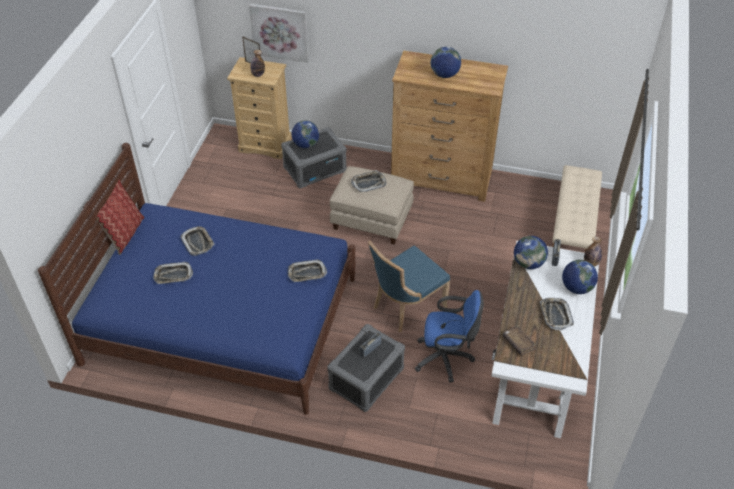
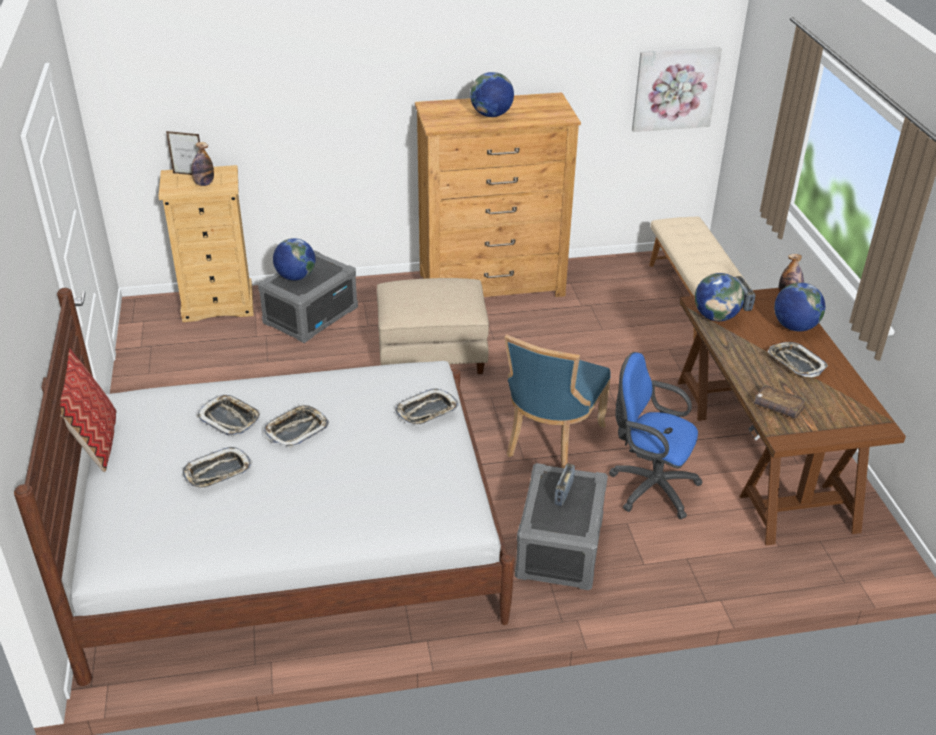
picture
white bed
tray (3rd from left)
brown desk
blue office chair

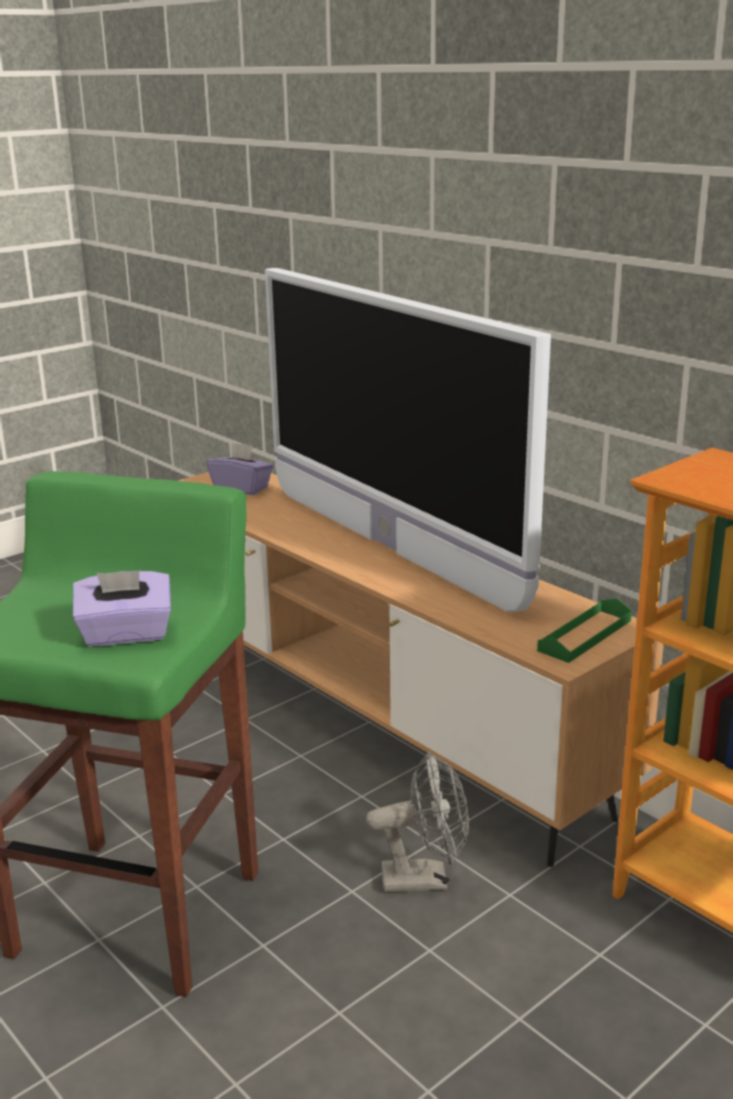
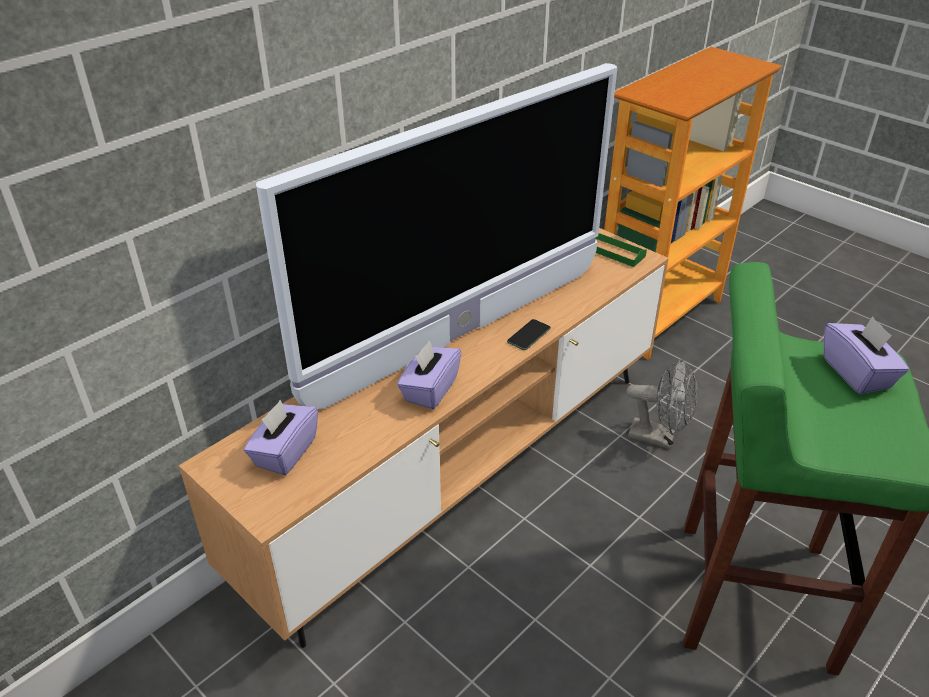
grey fan
phone
purple tissue box (2nd from left)

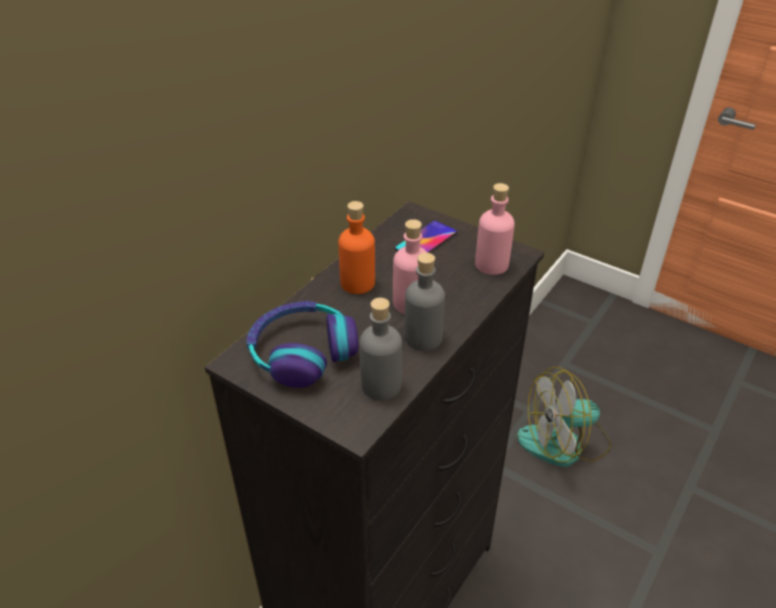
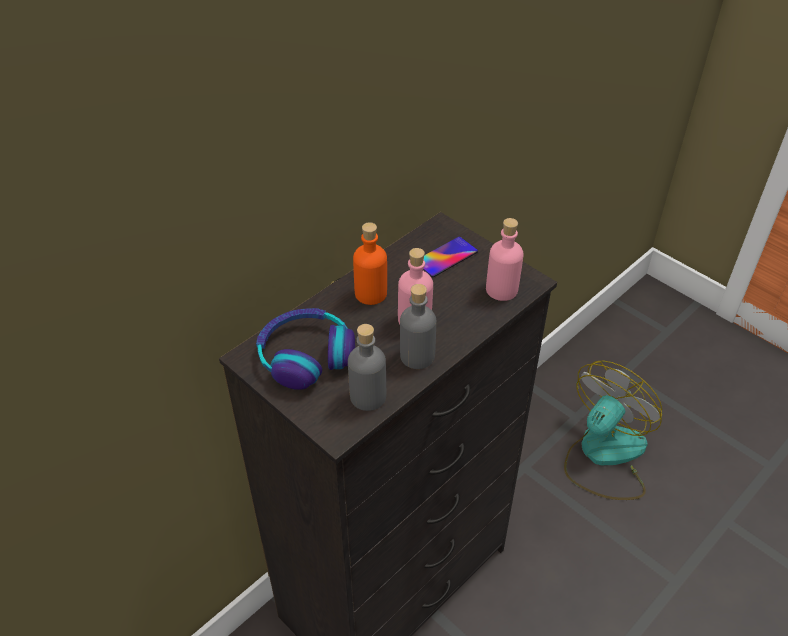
fan

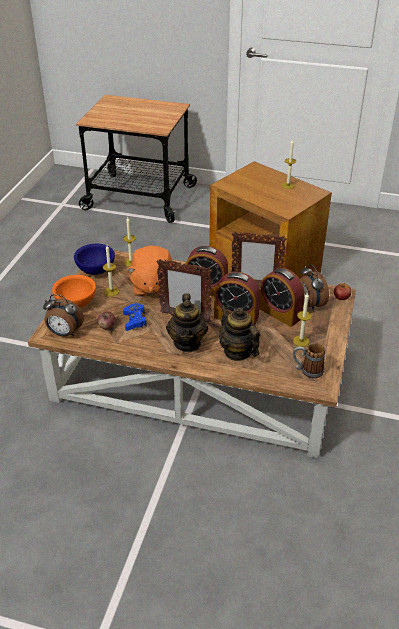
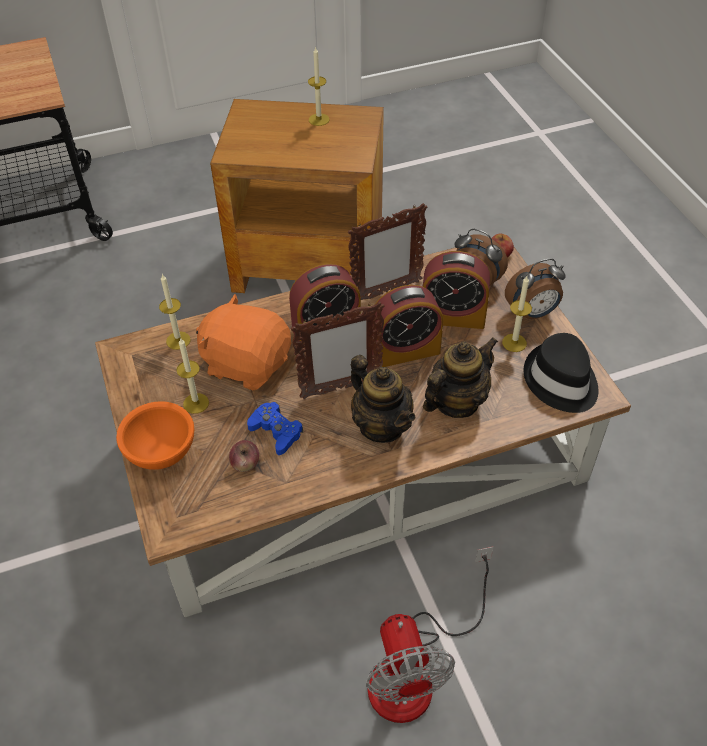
blue bowl
orange plush toy
alarm clock (5th from left)
teapot (2nd from left)
black hat
fan

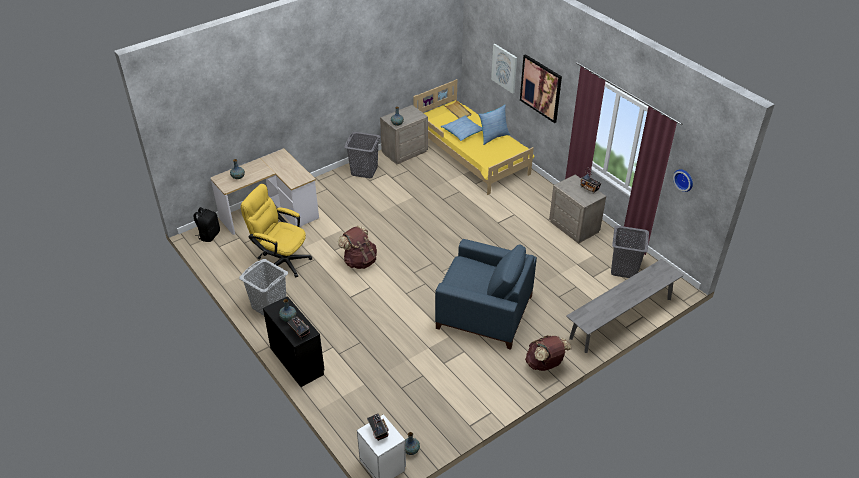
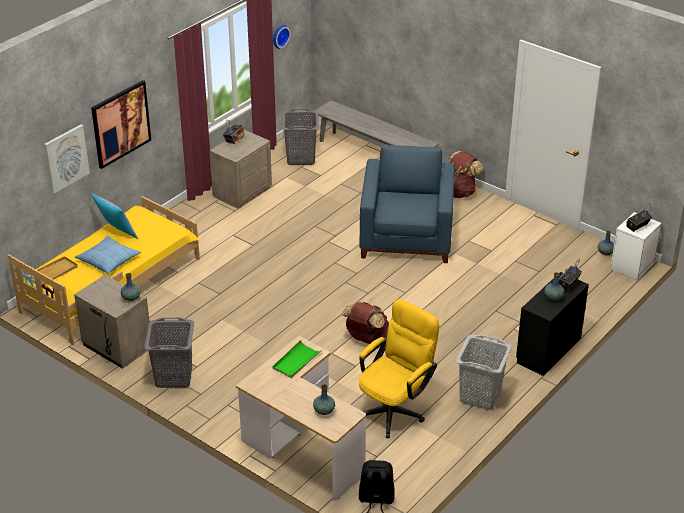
yellow office chair
green tray

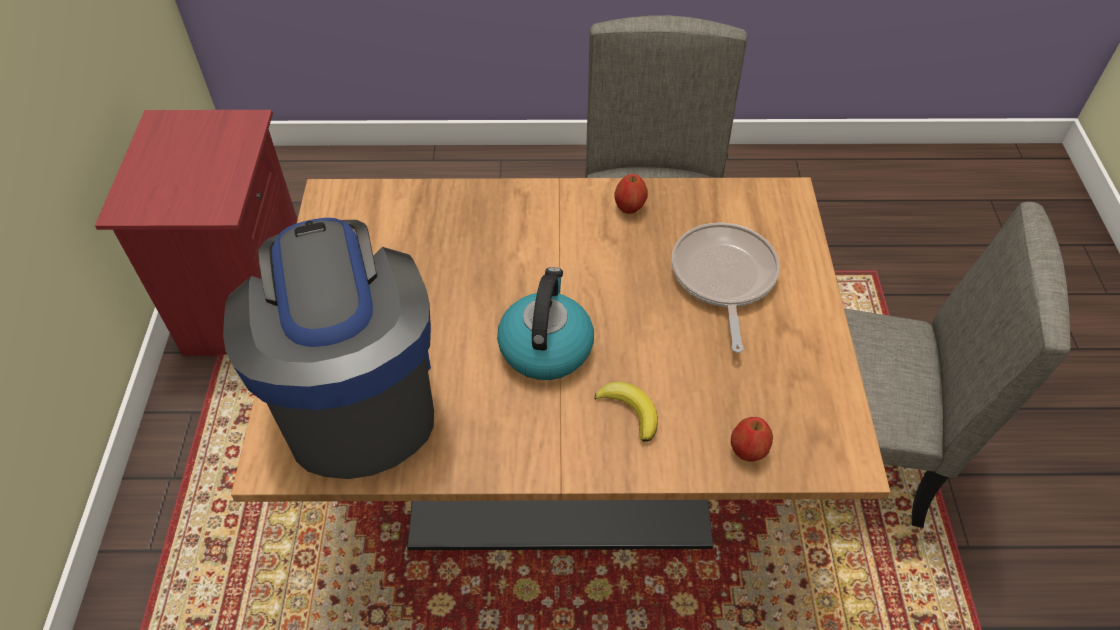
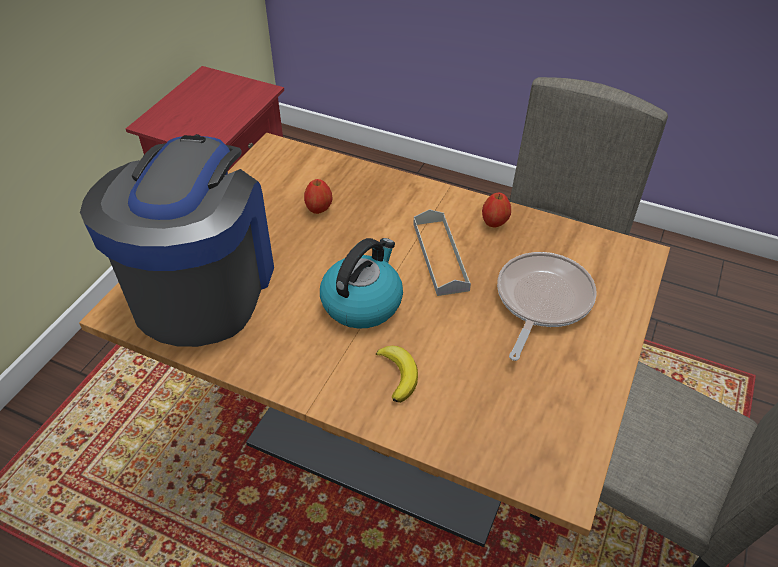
apple (1st from left)
grey tray

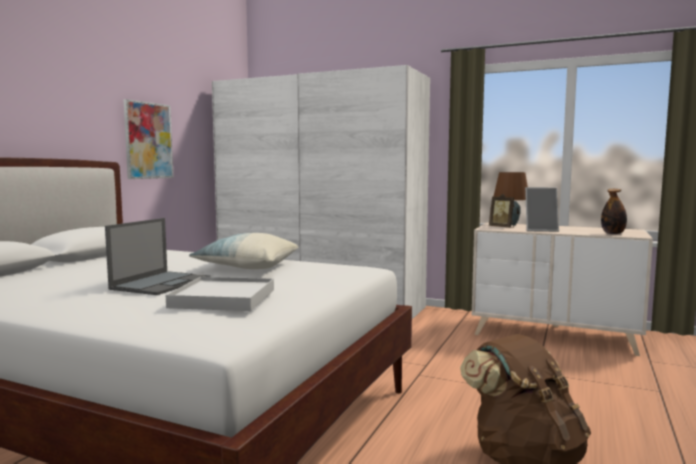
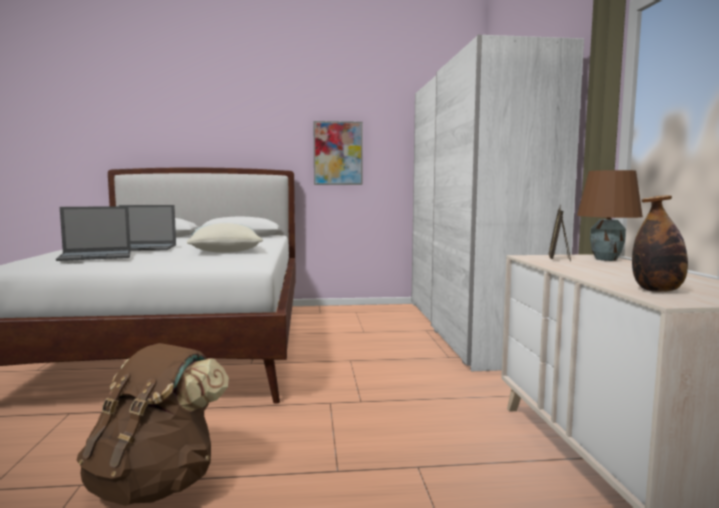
picture frame (2nd from left in the first image)
laptop (1st from left)

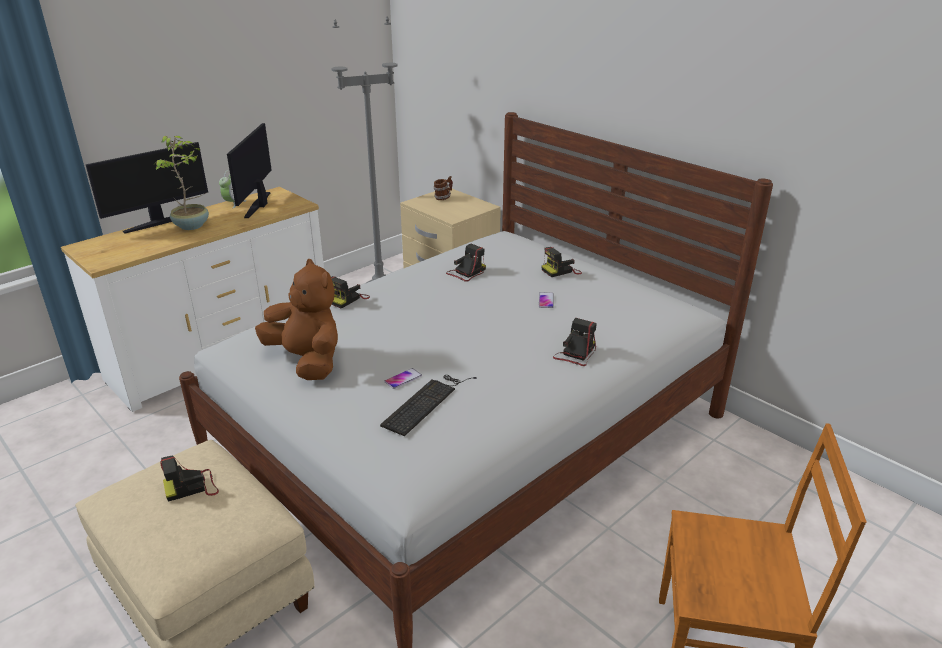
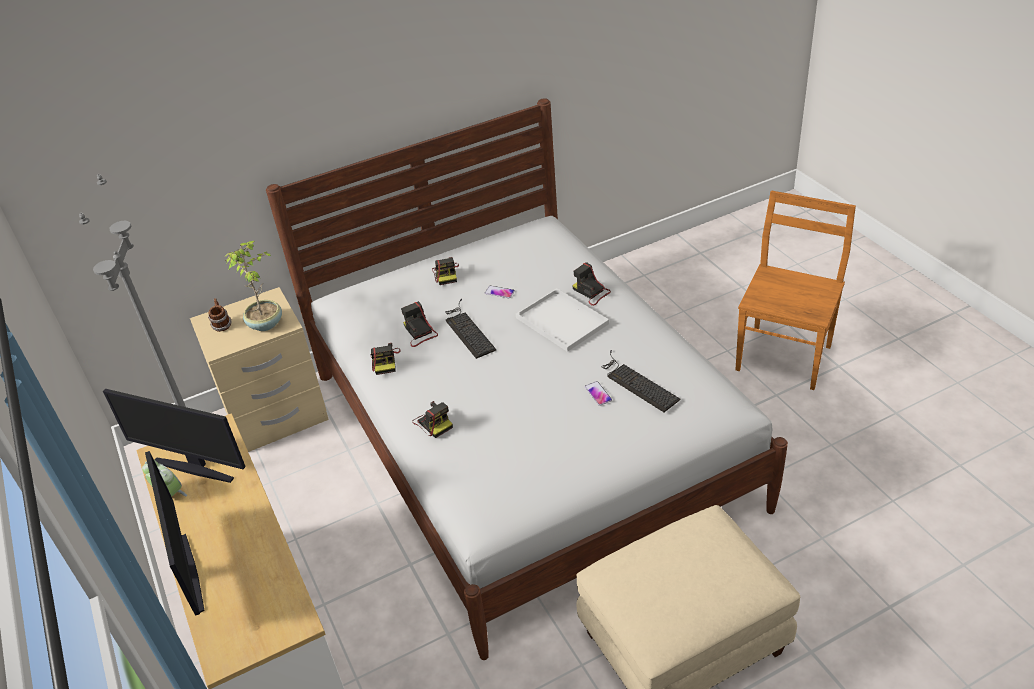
potted plant
brown plush toy
photo camera (1st from left)
white tray
keyboard (1st from left)

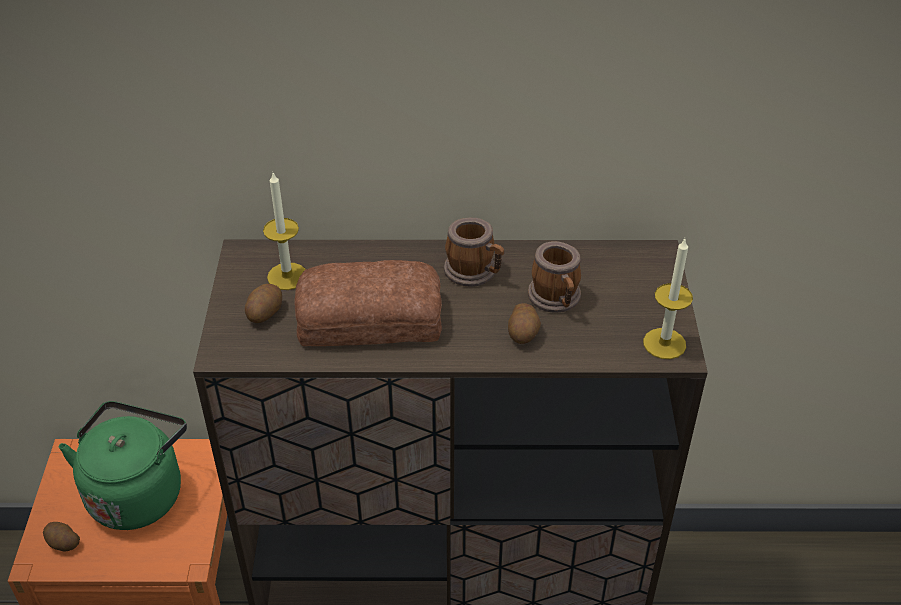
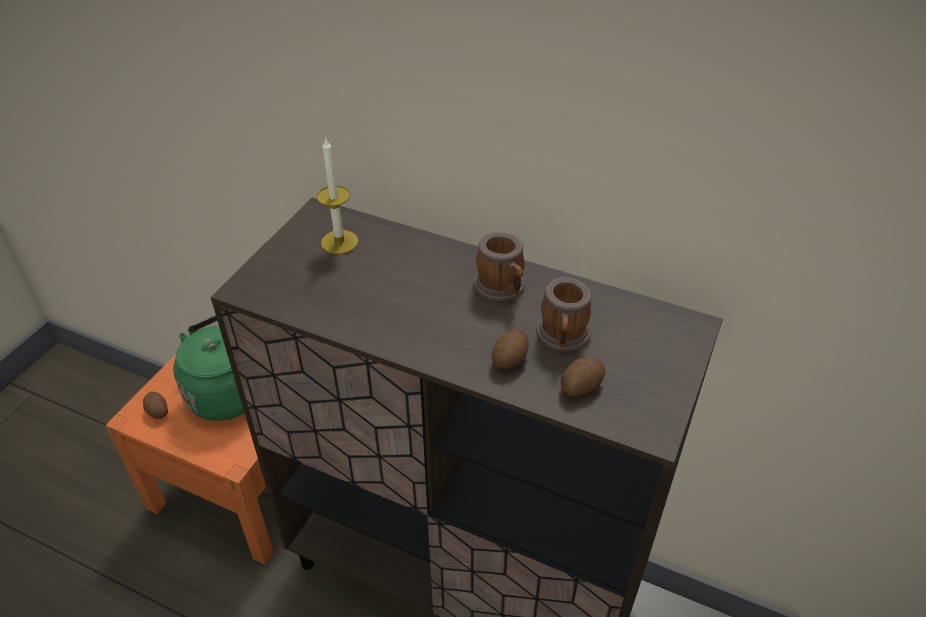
candle (2nd from left in the first image)
bread
potato (3rd from left)

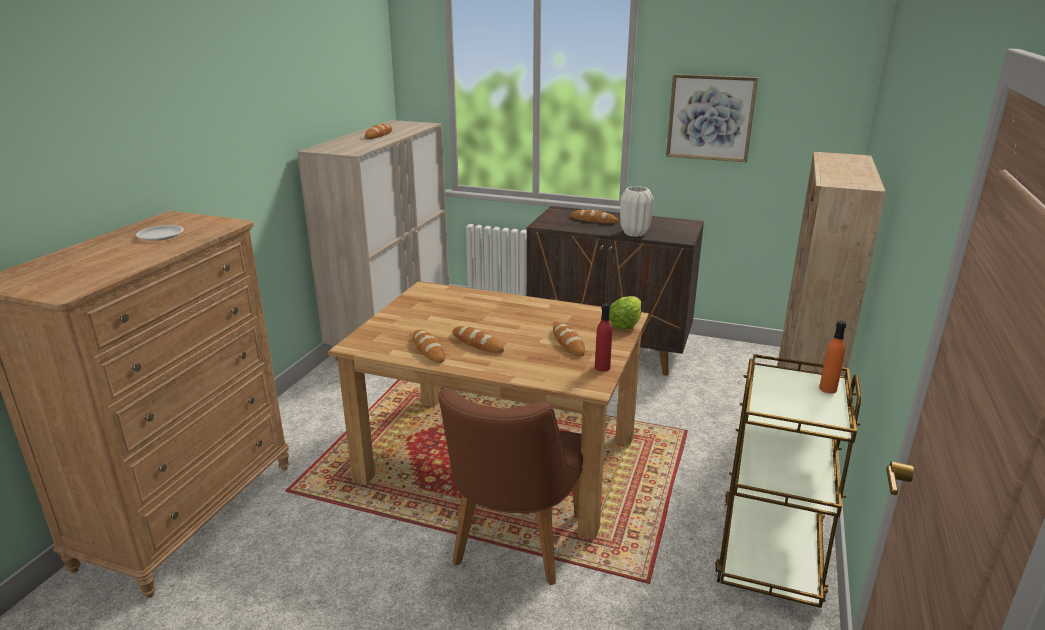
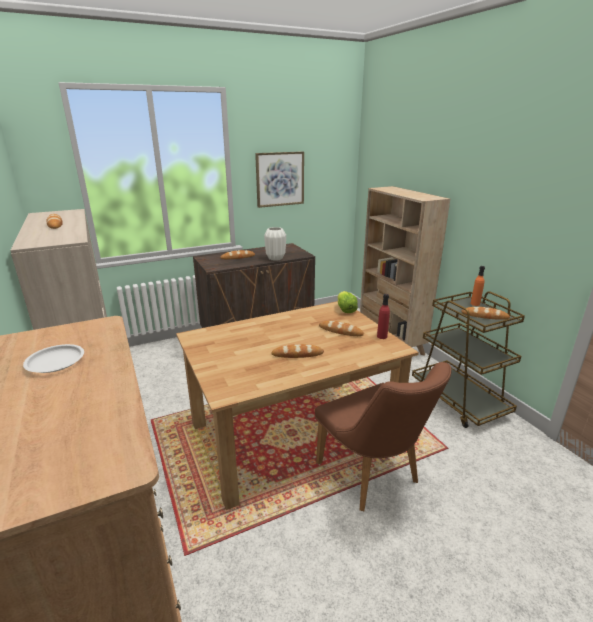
bread (5th from left)

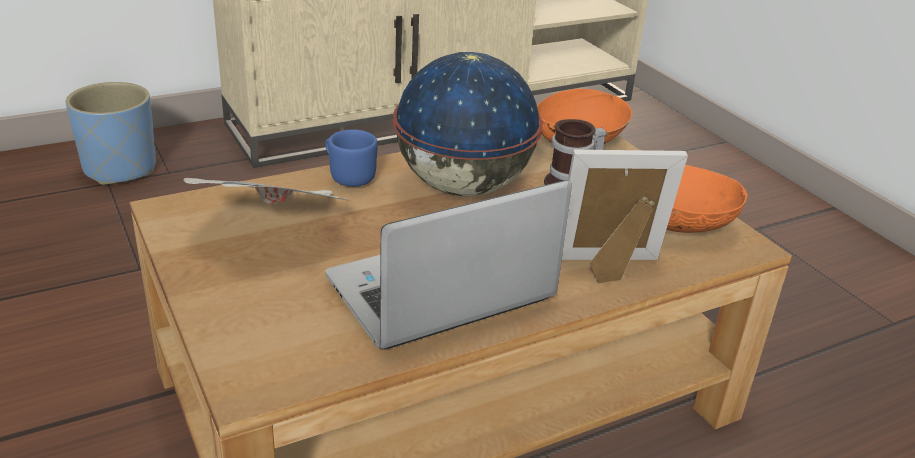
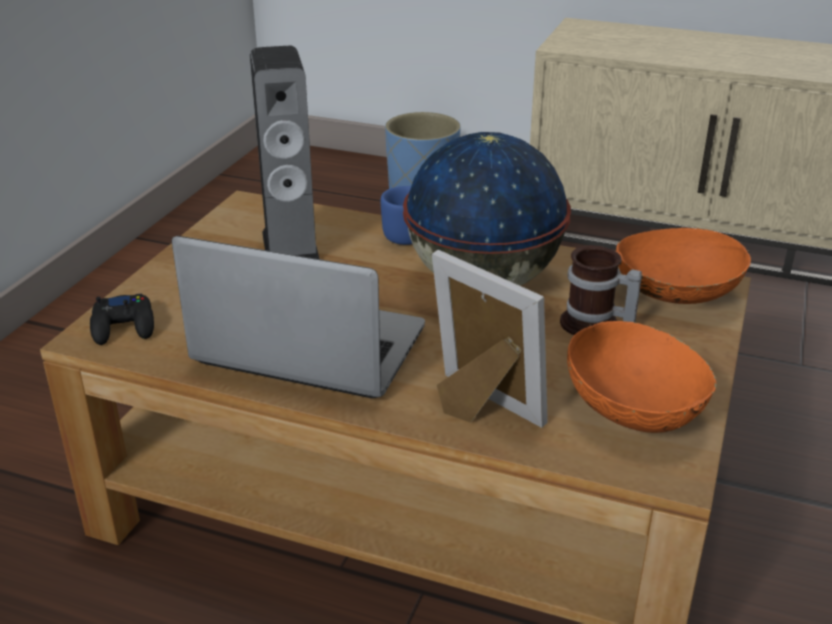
speaker
black game controller

